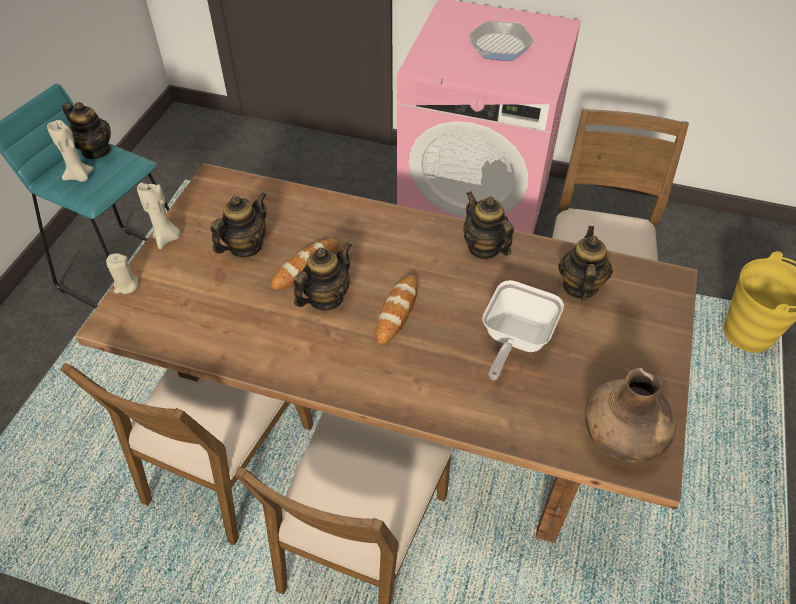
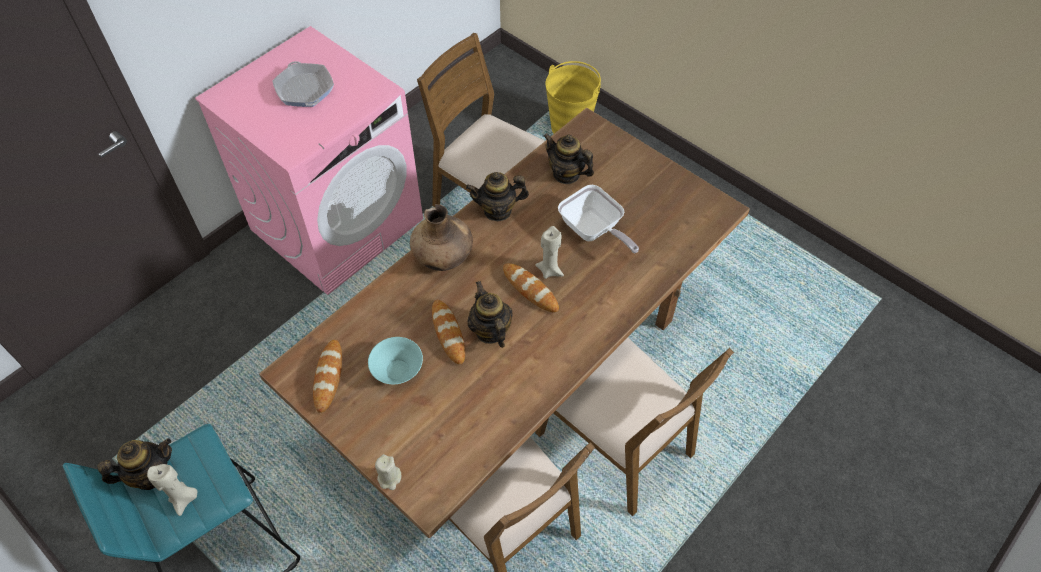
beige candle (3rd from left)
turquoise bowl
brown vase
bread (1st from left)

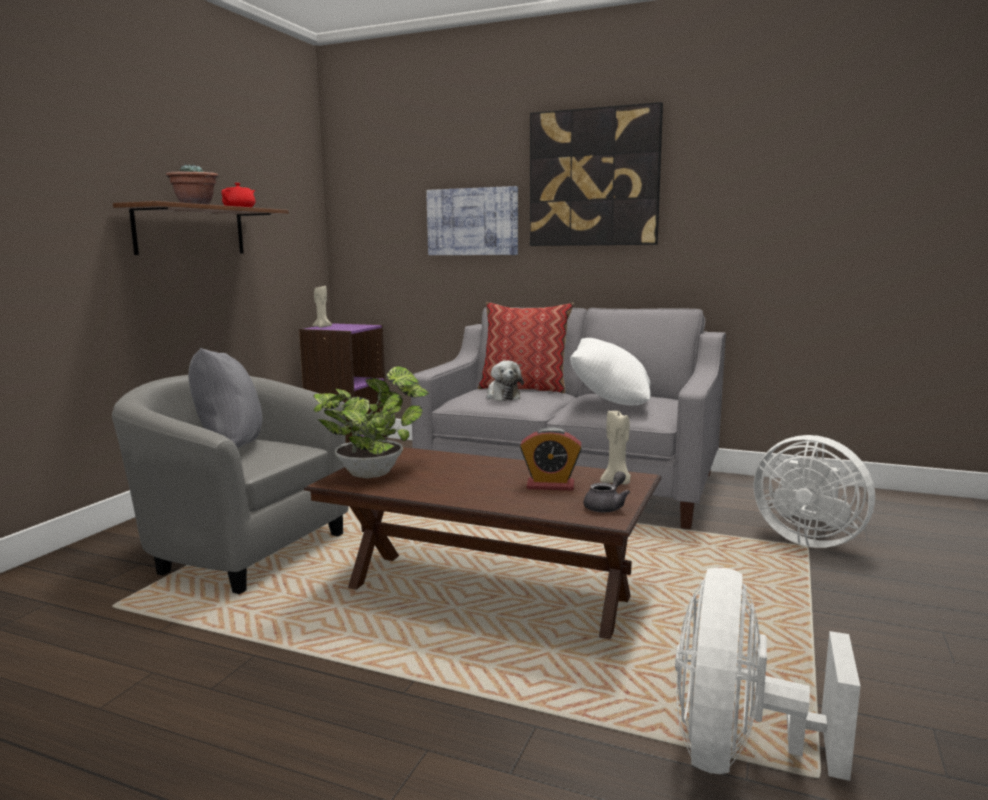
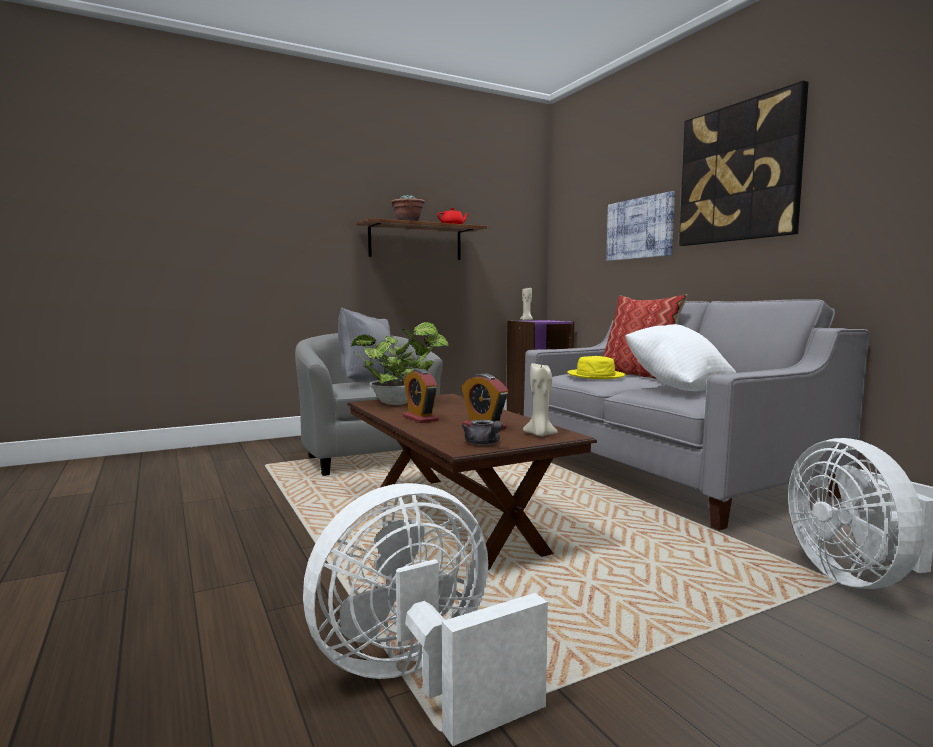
yellow hat
grey teapot
alarm clock (1st from left)

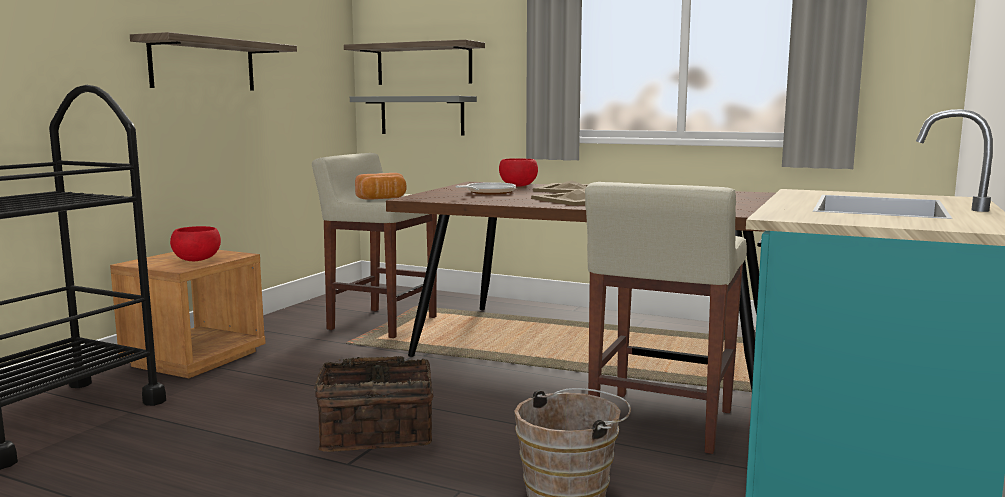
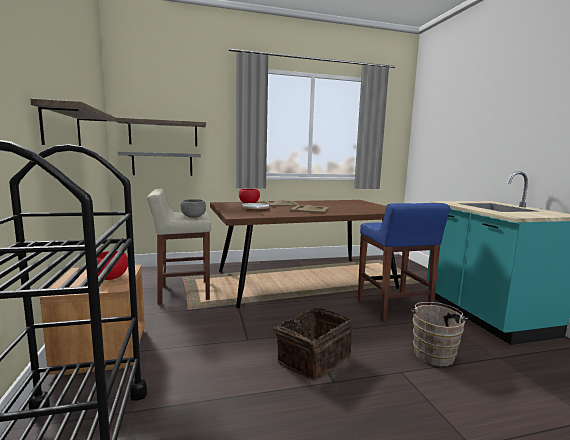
grey bowl
blue stool

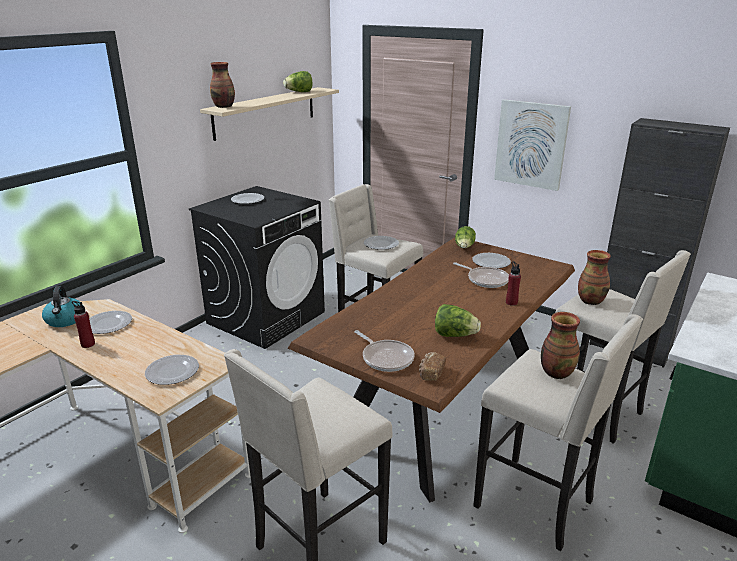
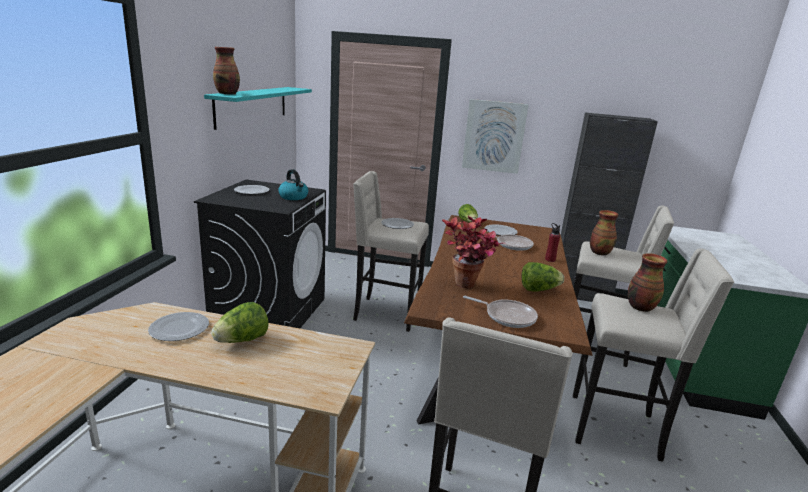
lettuce (1st from left)
turquoise shelf
kettle
red bottle (1st from left in the first image)
bread
plate (2nd from left in the first image)
potted plant

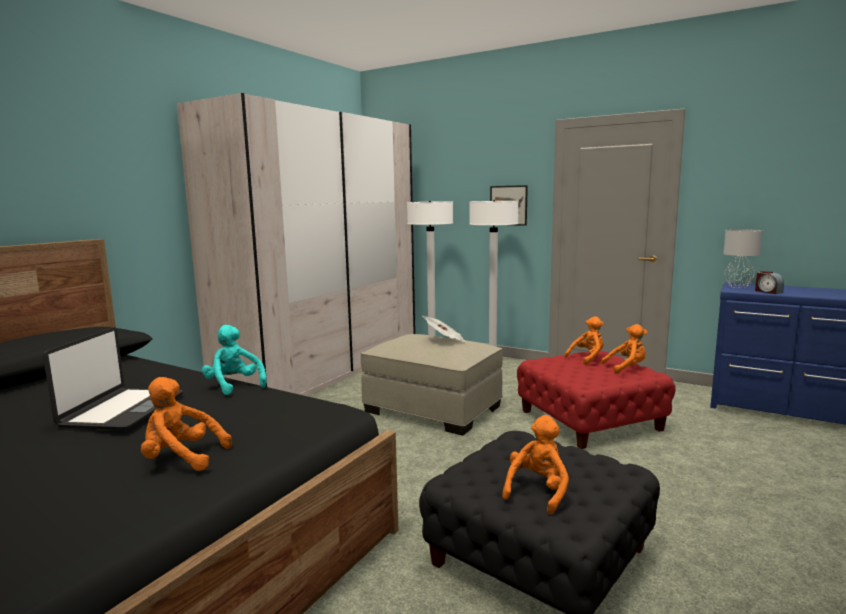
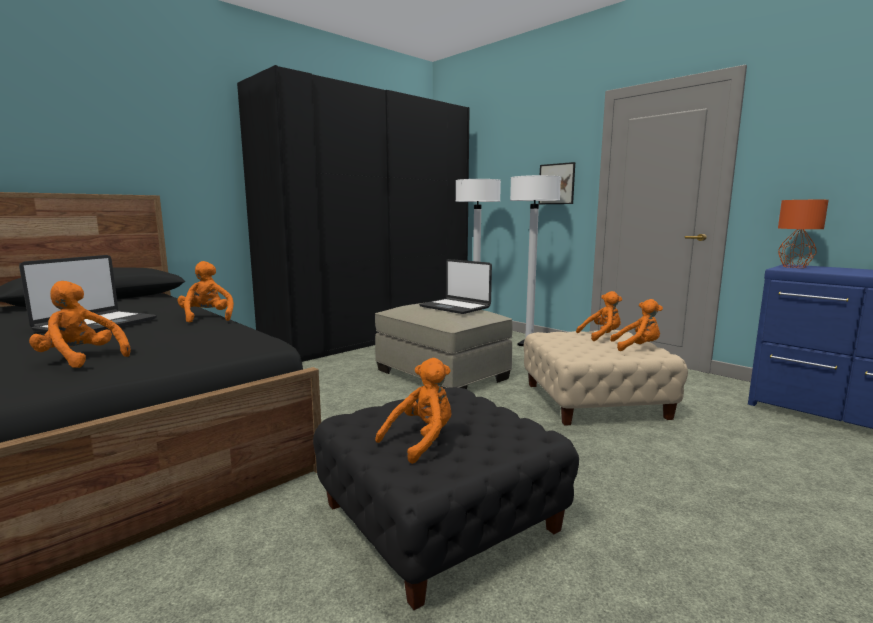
black wardrobe
orange table lamp
alarm clock
laptop (2nd from left)
orange plush toy (2nd from left)
beige ottoman (2nd from left)

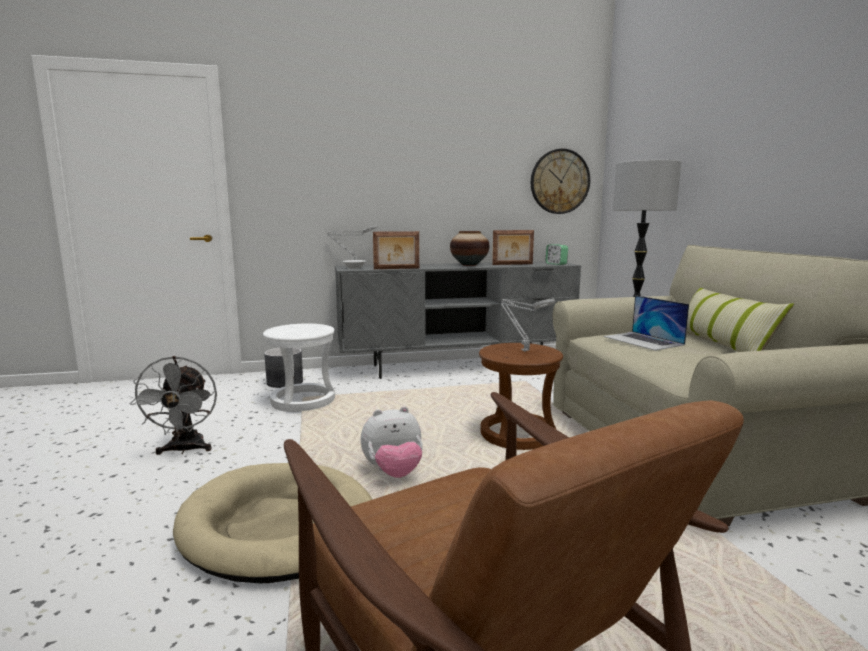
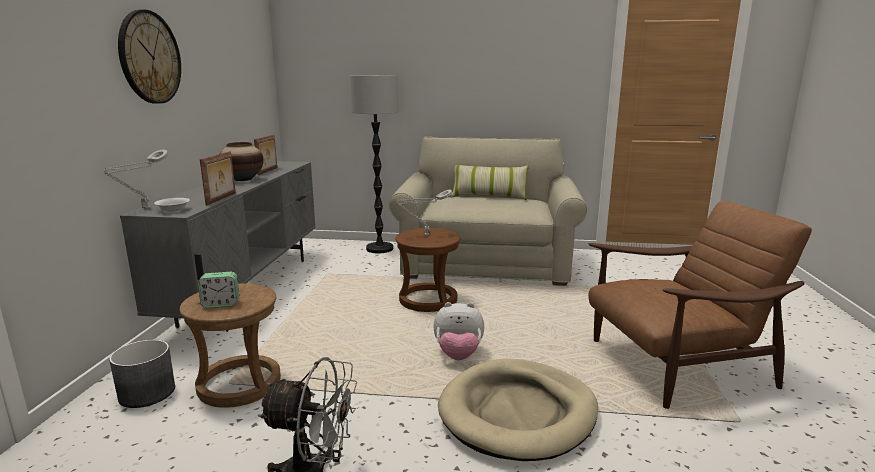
wall clock
alarm clock
laptop
brown stool (1st from left)
plush toy

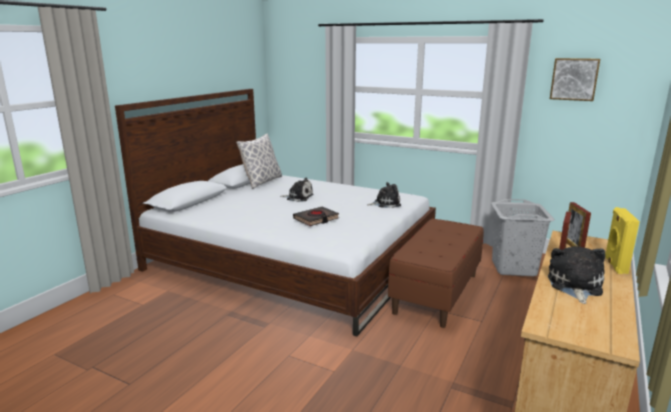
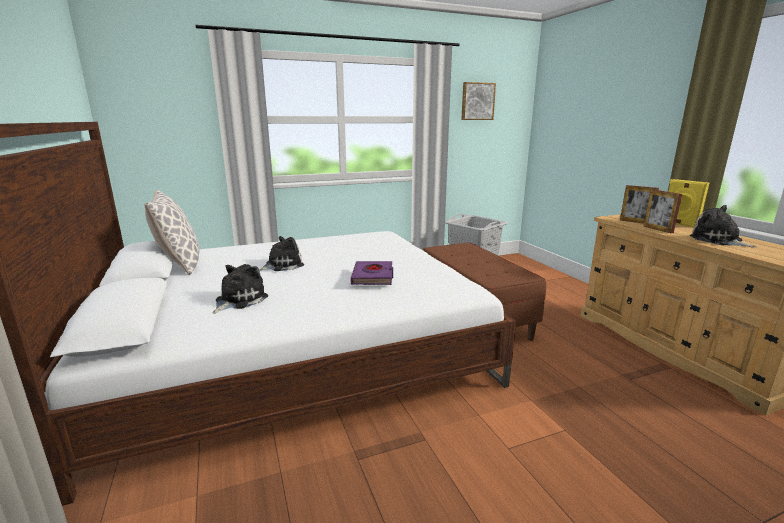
plush toy (1st from left)
purple book

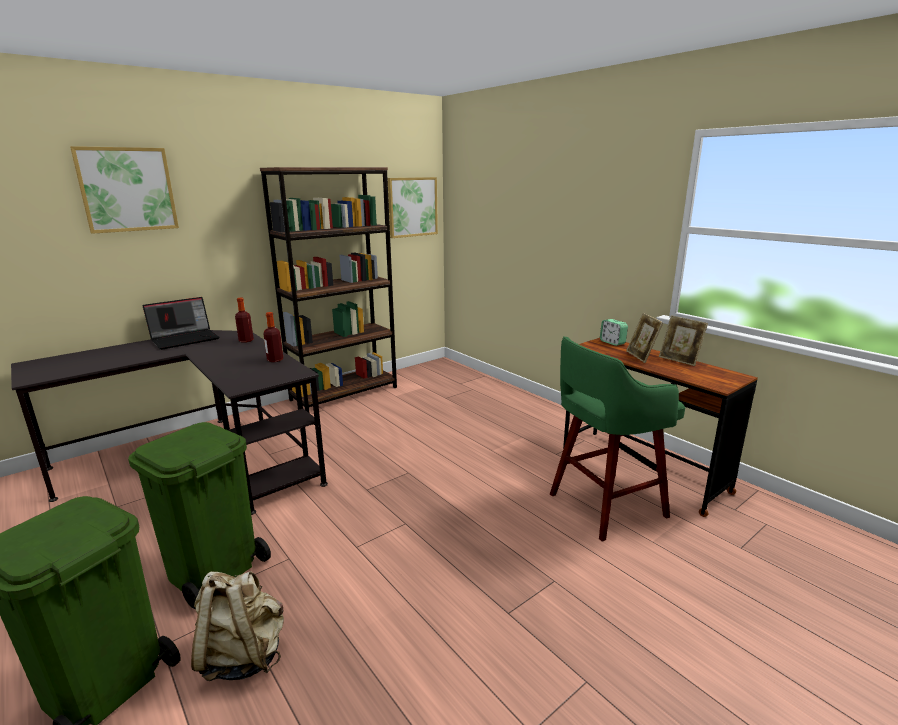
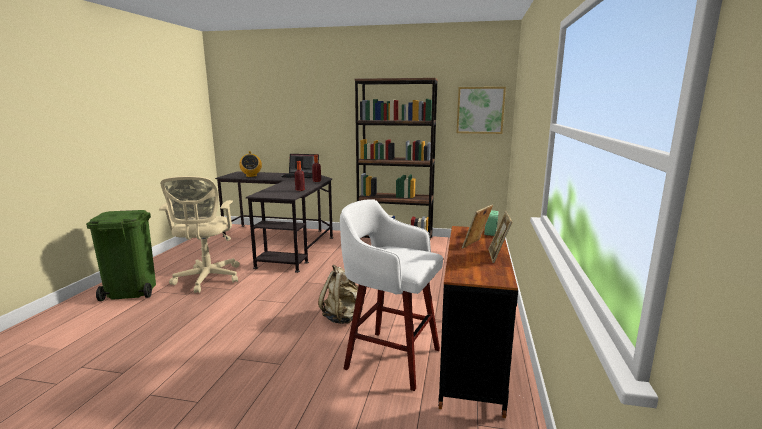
picture (1st from left in the first image)
white stool
beige office chair
beige backpack
radio

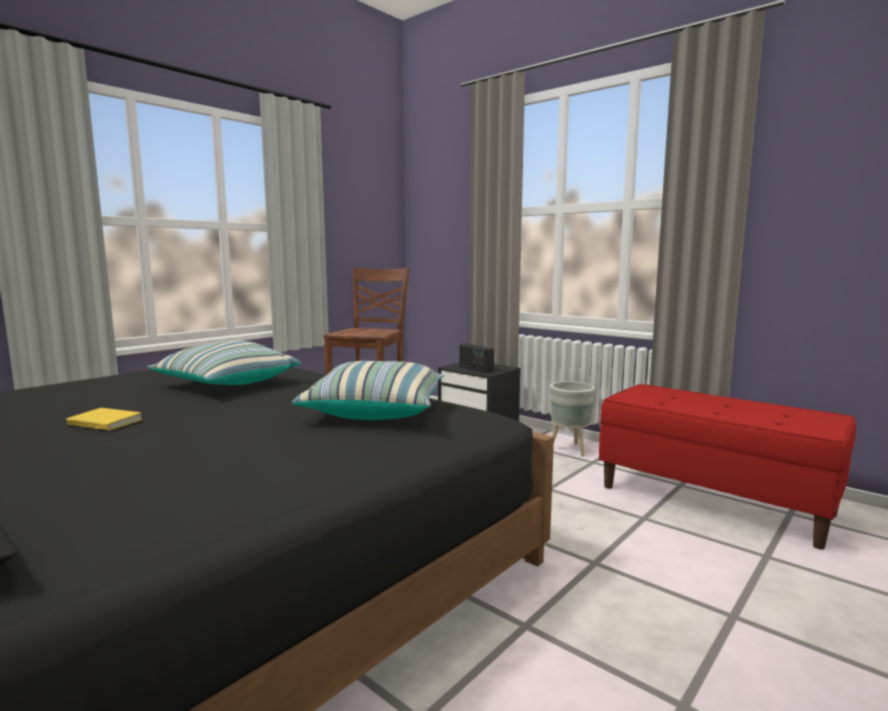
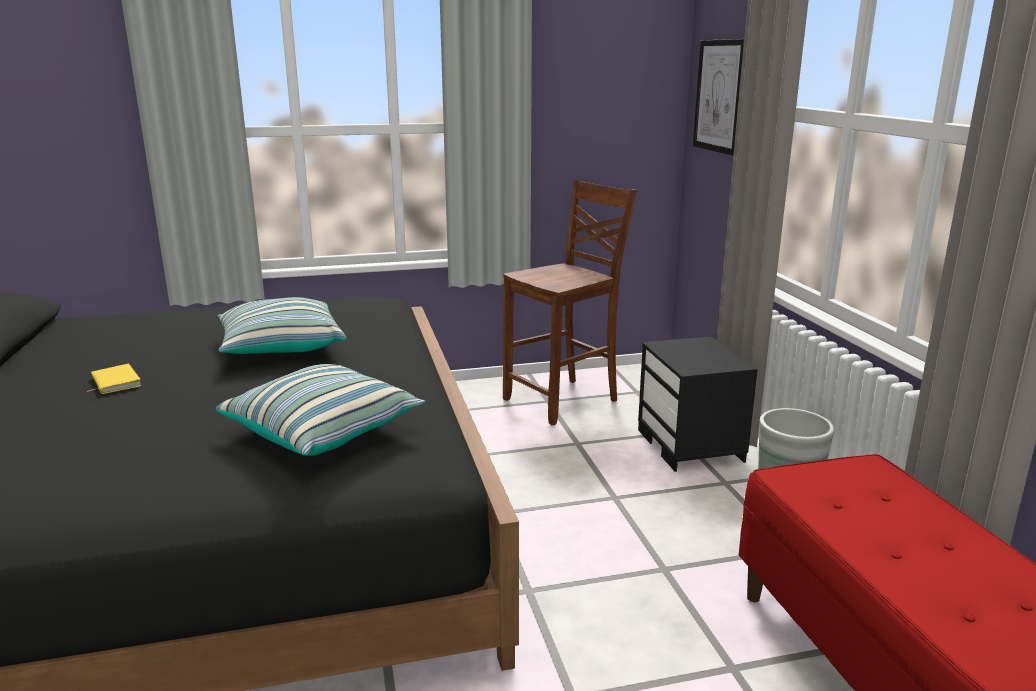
radio
picture

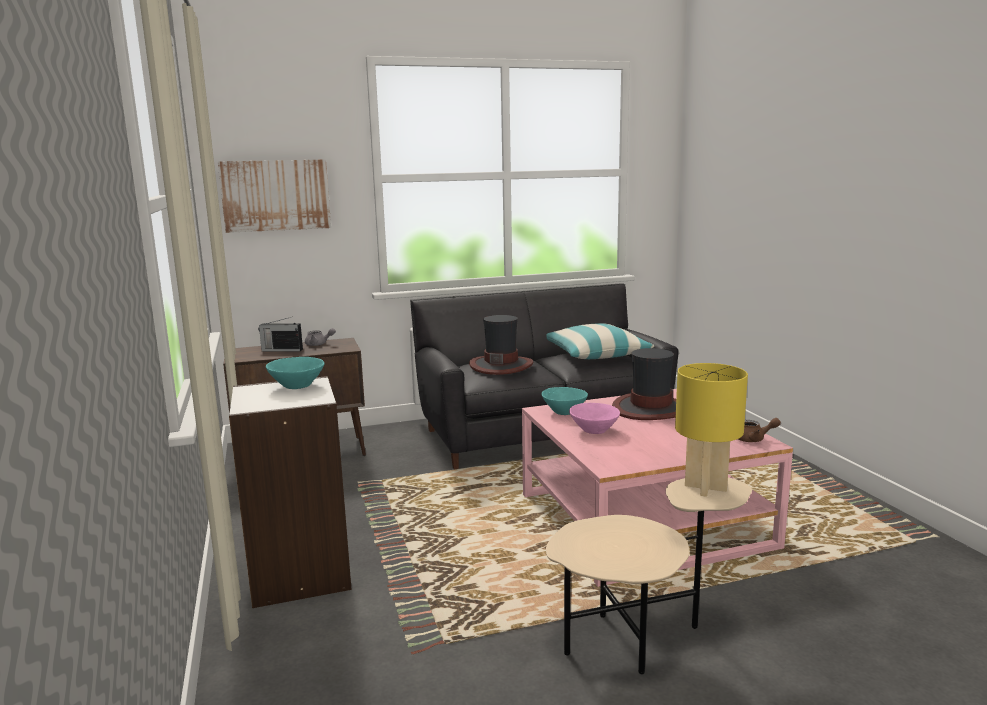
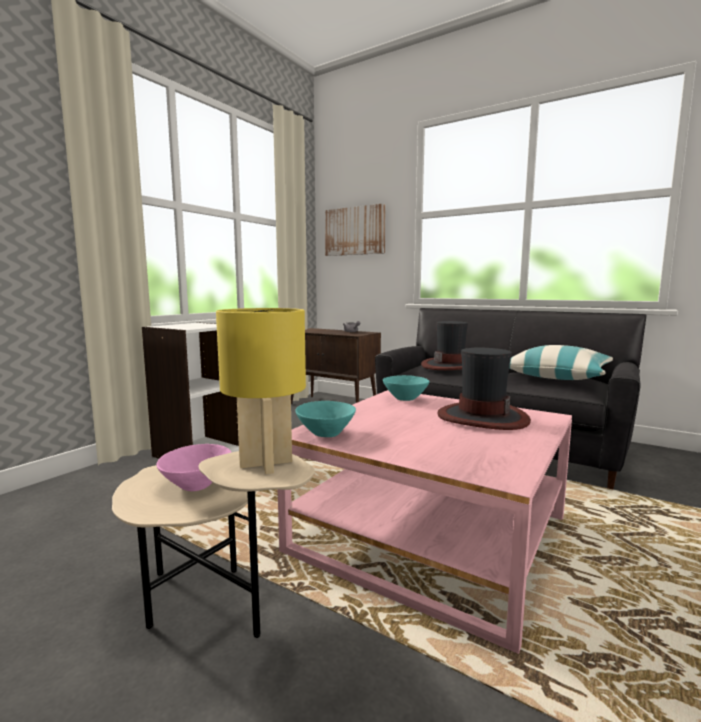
radio
turquoise bowl (1st from left)
pink bowl
brown teapot

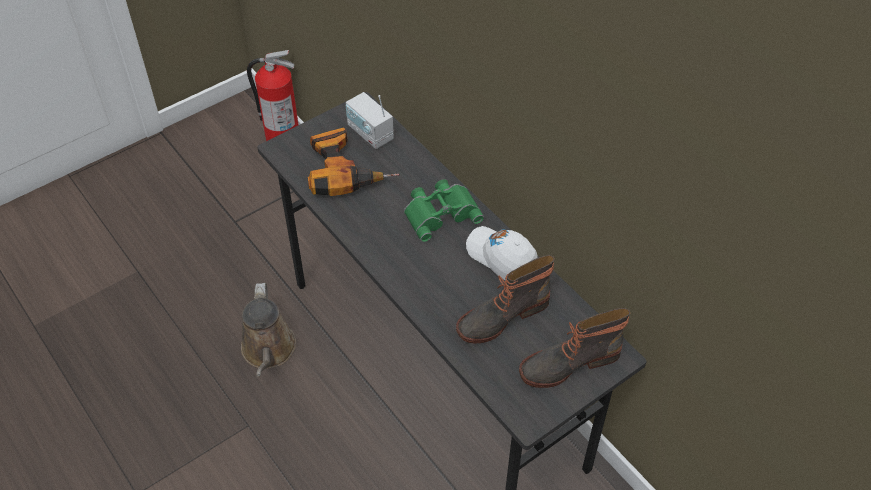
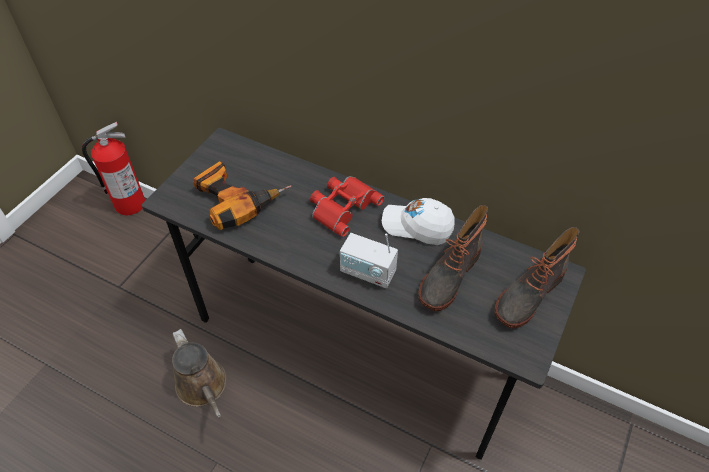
radio
red binoculars

